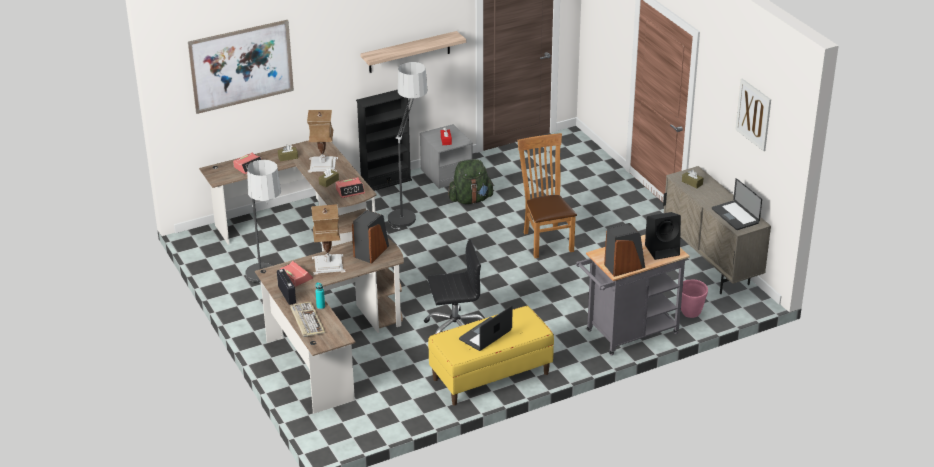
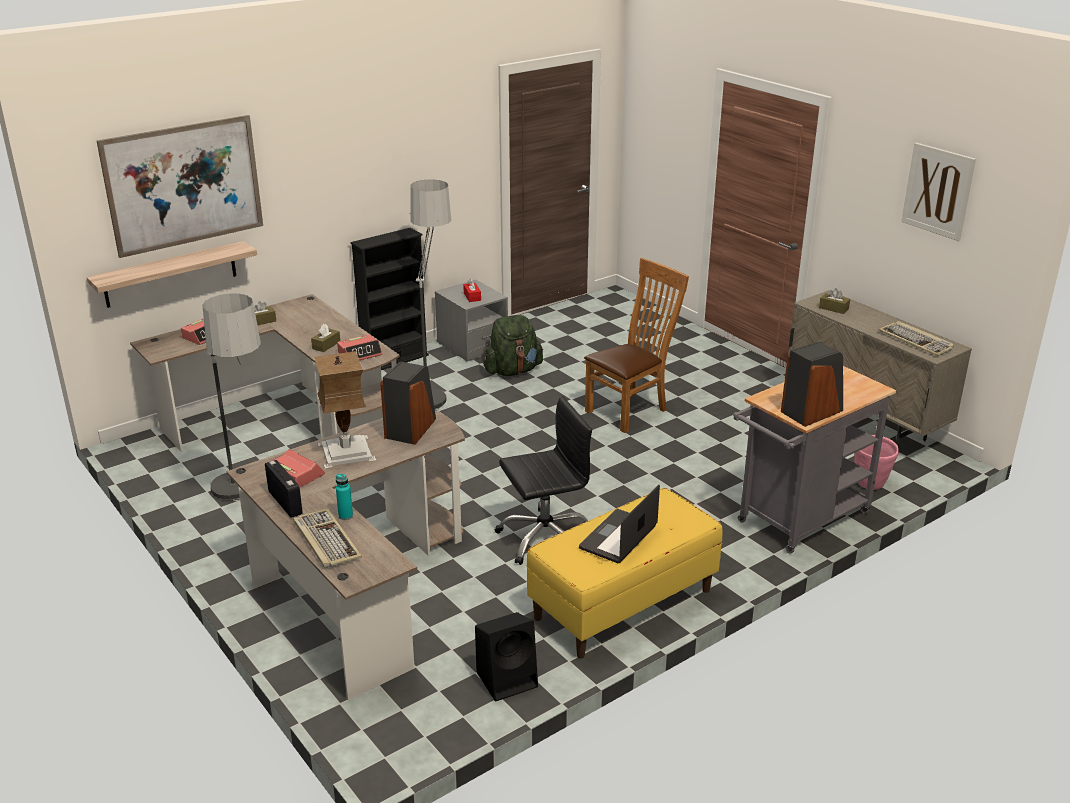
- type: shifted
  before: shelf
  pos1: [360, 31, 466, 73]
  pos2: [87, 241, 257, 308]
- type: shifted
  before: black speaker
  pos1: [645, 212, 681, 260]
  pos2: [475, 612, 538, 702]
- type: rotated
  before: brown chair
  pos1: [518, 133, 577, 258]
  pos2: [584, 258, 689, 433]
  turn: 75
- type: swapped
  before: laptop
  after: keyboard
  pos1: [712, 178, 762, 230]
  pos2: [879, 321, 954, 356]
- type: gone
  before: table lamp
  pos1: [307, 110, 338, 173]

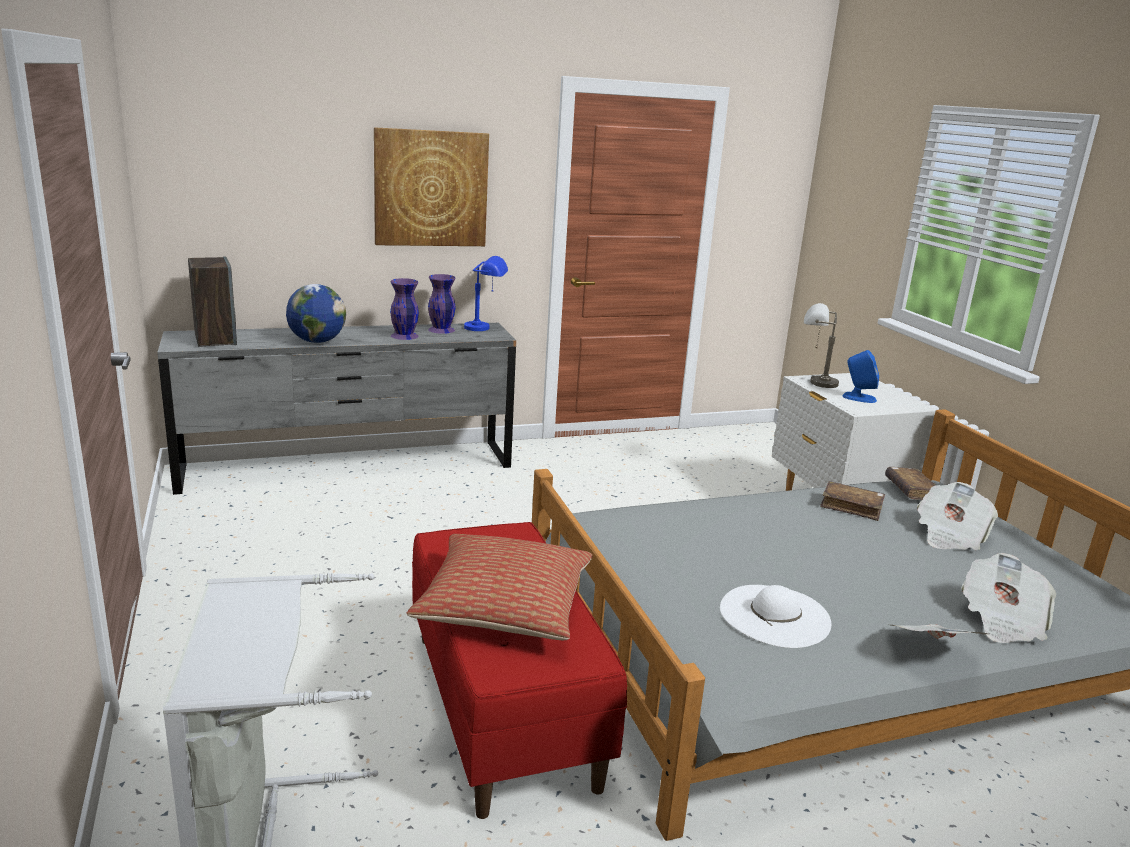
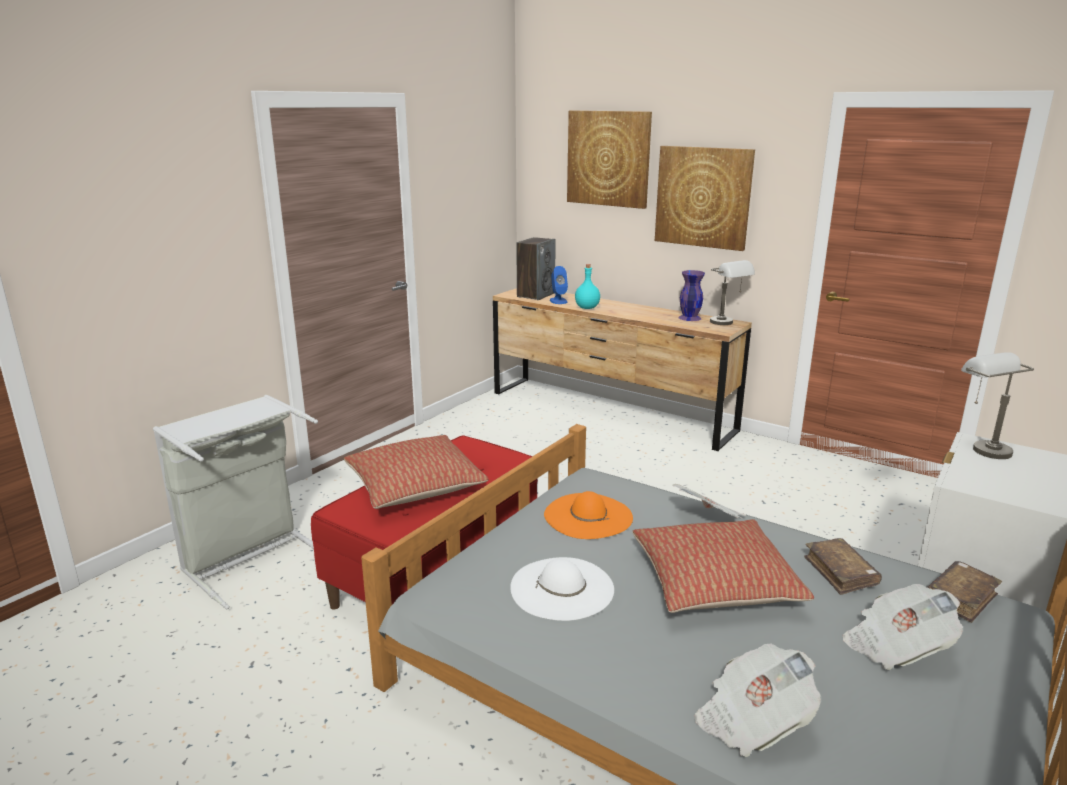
- type: repainted
  before: grey dresser
  after: brown dresser
  pos1: [157, 323, 516, 495]
  pos2: [493, 288, 752, 451]
- type: new
  after: orange hat
  pos2: [544, 491, 633, 539]
- type: shifted
  before: blue speaker
  pos1: [843, 350, 879, 403]
  pos2: [550, 266, 568, 304]
- type: new
  after: picture
  pos2: [567, 111, 652, 209]
- type: swapped
  before: globe
  after: turquoise bottle
  pos1: [286, 284, 346, 343]
  pos2: [575, 264, 600, 309]
- type: new
  after: pillow
  pos2: [633, 519, 814, 613]
- type: shifted
  before: newspaper
  pos1: [888, 624, 988, 639]
  pos2: [672, 484, 746, 519]
- type: repainted
  before: blue table lamp
  after: grey table lamp
  pos1: [464, 256, 508, 331]
  pos2: [710, 260, 755, 325]
- type: gone
  before: purple vase
  pos1: [390, 278, 419, 340]

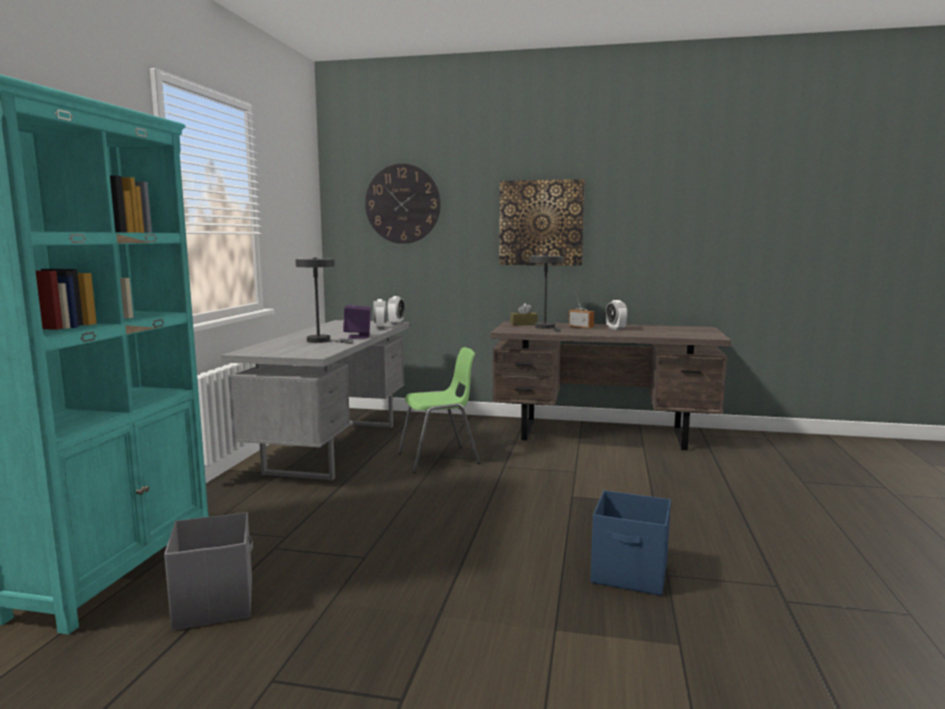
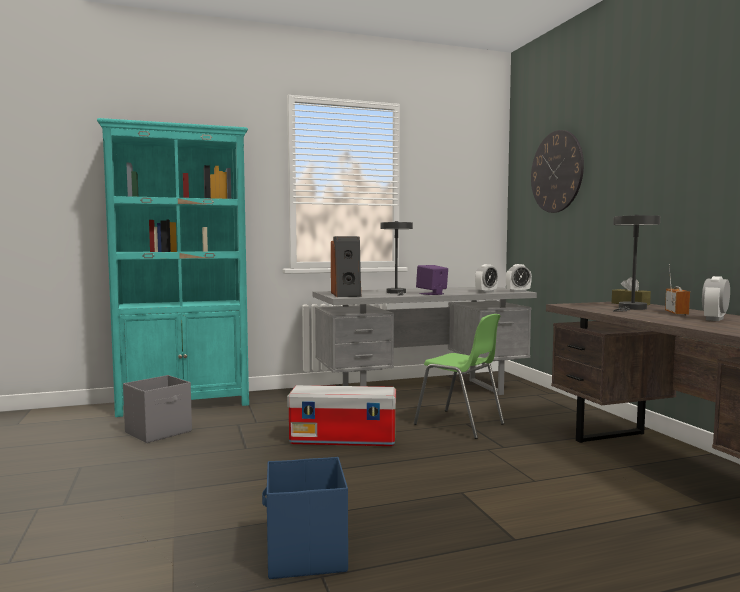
- type: new
  after: storage box
  pos2: [287, 385, 396, 446]
- type: new
  after: speaker
  pos2: [331, 236, 361, 297]
- type: gone
  before: picture
  pos1: [499, 179, 585, 266]

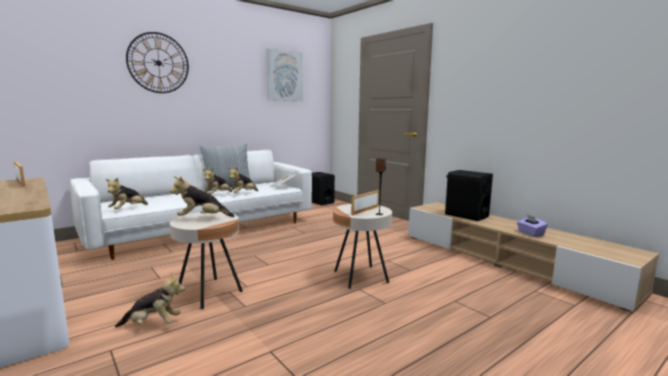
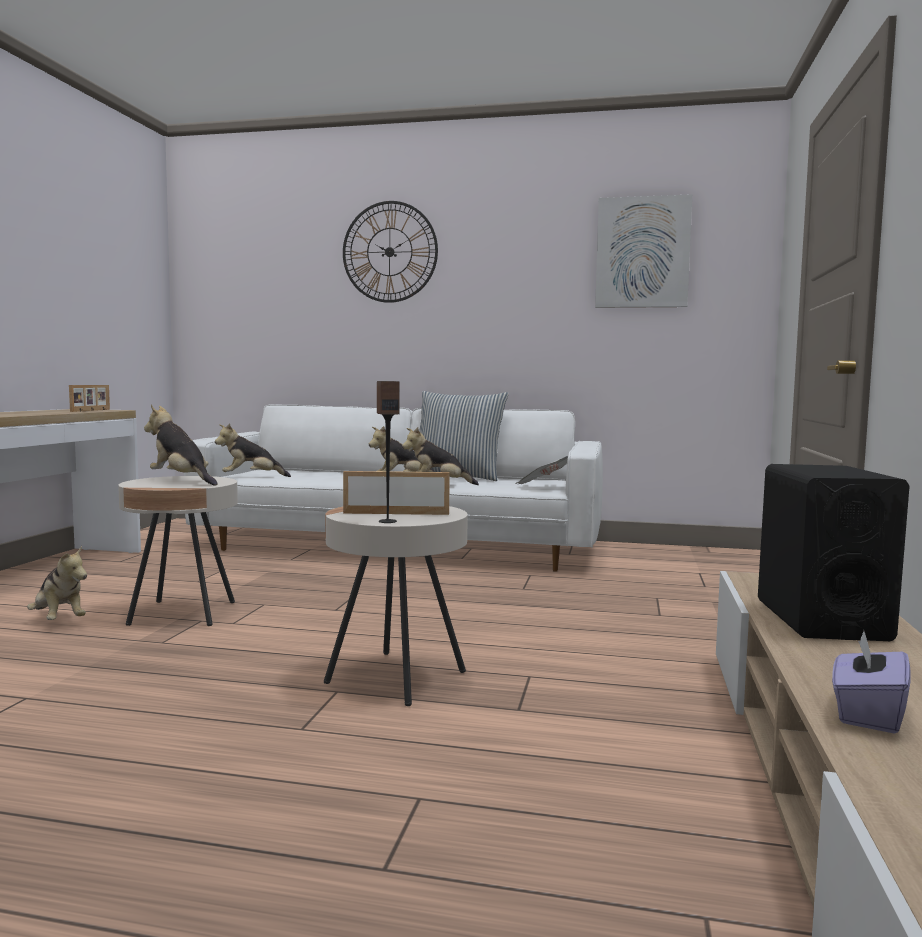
- type: gone
  before: black speaker
  pos1: [312, 172, 335, 205]

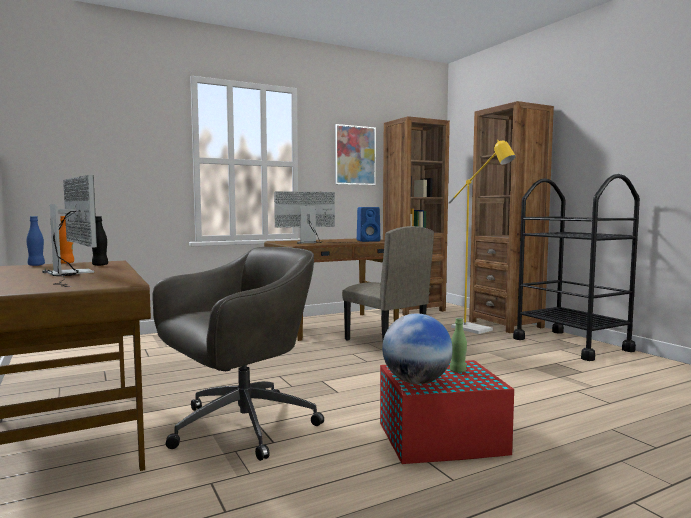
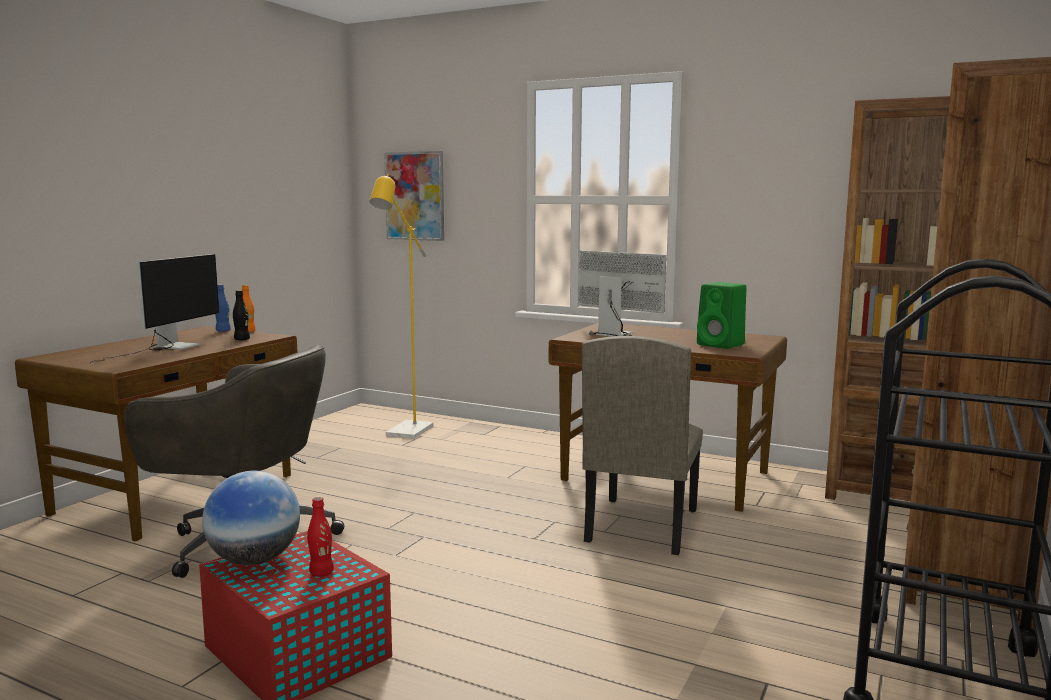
- type: repainted
  before: green bottle
  after: red bottle
  pos1: [450, 318, 467, 373]
  pos2: [307, 497, 334, 577]
- type: shifted
  before: yellow floor lamp
  pos1: [448, 140, 516, 334]
  pos2: [370, 174, 433, 439]
- type: shifted
  before: picture
  pos1: [335, 124, 376, 185]
  pos2: [384, 151, 444, 241]
- type: repainted
  before: blue speaker
  after: green speaker
  pos1: [357, 207, 380, 242]
  pos2: [697, 282, 746, 349]

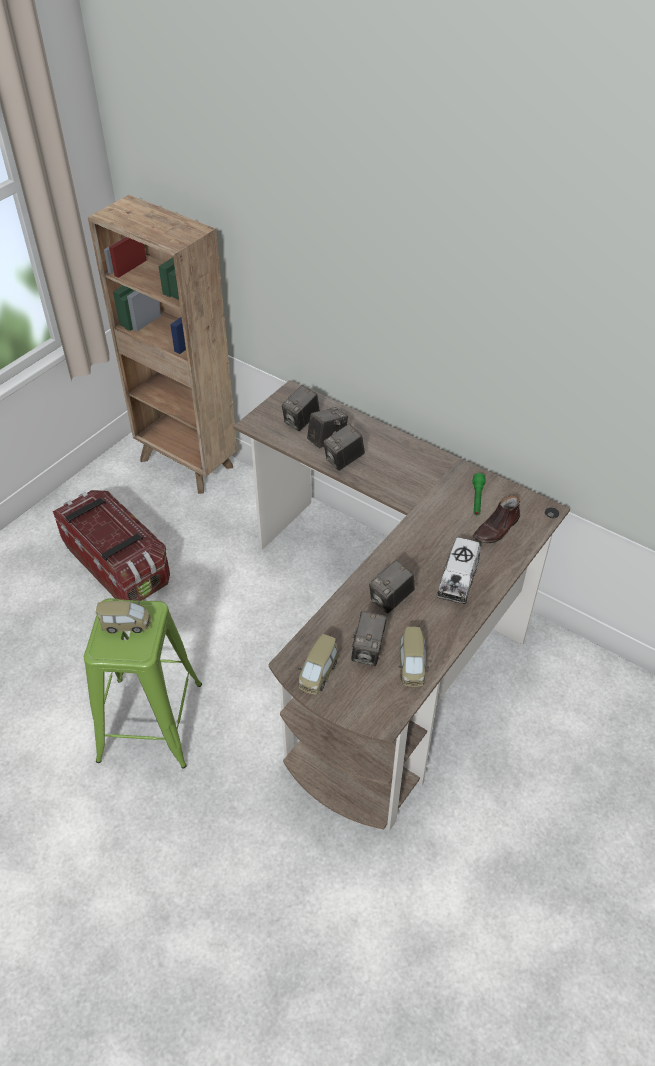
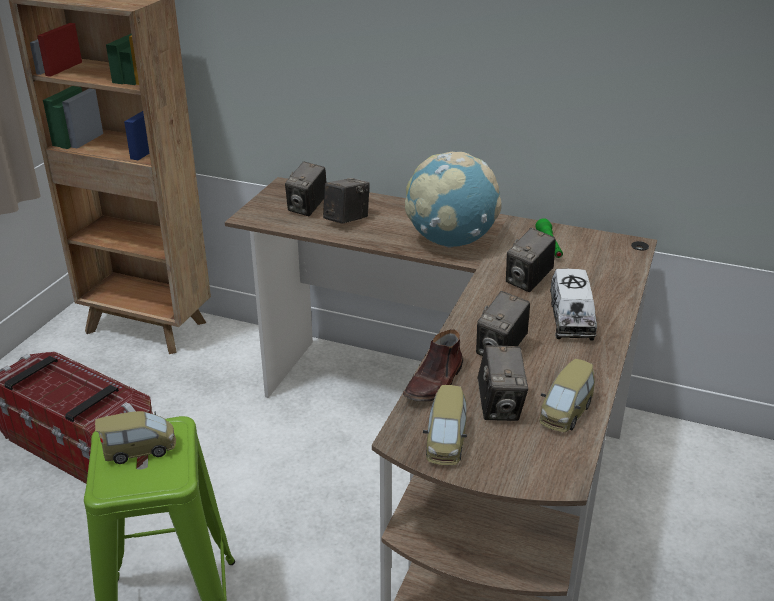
- type: shifted
  before: brown shoe
  pos1: [473, 496, 520, 543]
  pos2: [403, 329, 463, 401]
- type: new
  after: globe
  pos2: [405, 152, 502, 248]
- type: shifted
  before: photo camera
  pos1: [323, 424, 365, 471]
  pos2: [506, 228, 556, 292]
- type: rotated
  before: toy car
  pos1: [399, 627, 429, 687]
  pos2: [539, 359, 595, 432]
  turn: 45

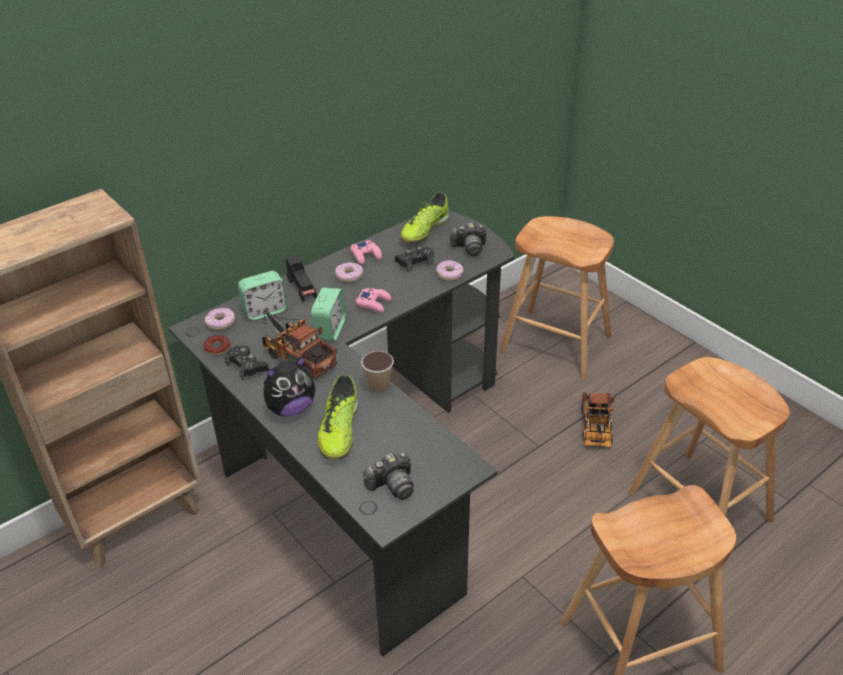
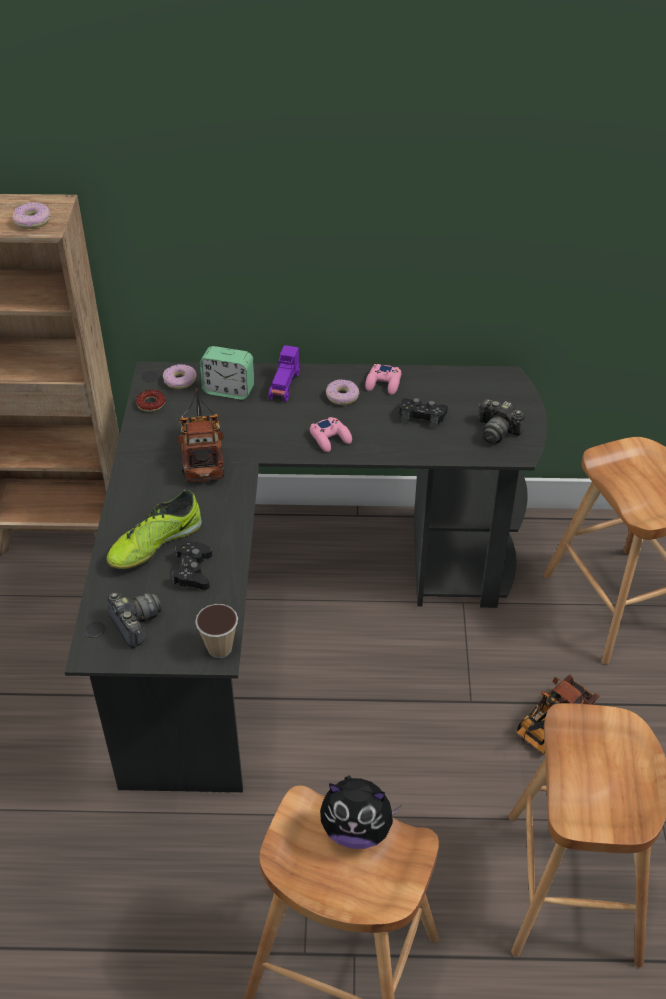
- type: shifted
  before: donut
  pos1: [436, 260, 464, 281]
  pos2: [12, 202, 51, 229]
- type: rotated
  before: photo camera
  pos1: [364, 452, 414, 500]
  pos2: [108, 592, 162, 648]
  turn: -135
- type: shifted
  before: black game controller
  pos1: [224, 346, 269, 380]
  pos2: [172, 541, 212, 590]
- type: shifted
  before: cup
  pos1: [361, 351, 394, 394]
  pos2: [195, 604, 238, 658]
- type: repainted
  before: black toy car
  after: purple toy car
  pos1: [286, 255, 317, 302]
  pos2: [269, 345, 300, 402]
- type: shifted
  before: plush toy
  pos1: [264, 356, 315, 417]
  pos2: [320, 775, 401, 849]
- type: gone
  before: alarm clock
  pos1: [311, 287, 346, 341]
- type: gone
  before: shoe
  pos1: [401, 192, 449, 243]

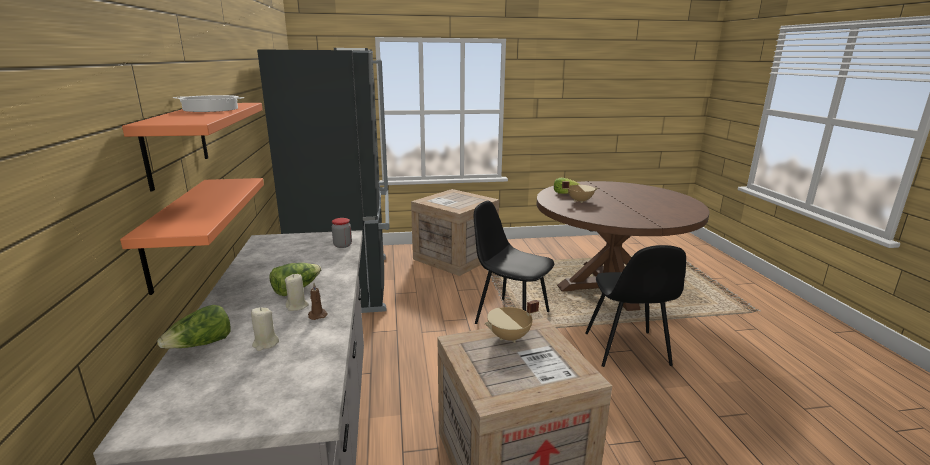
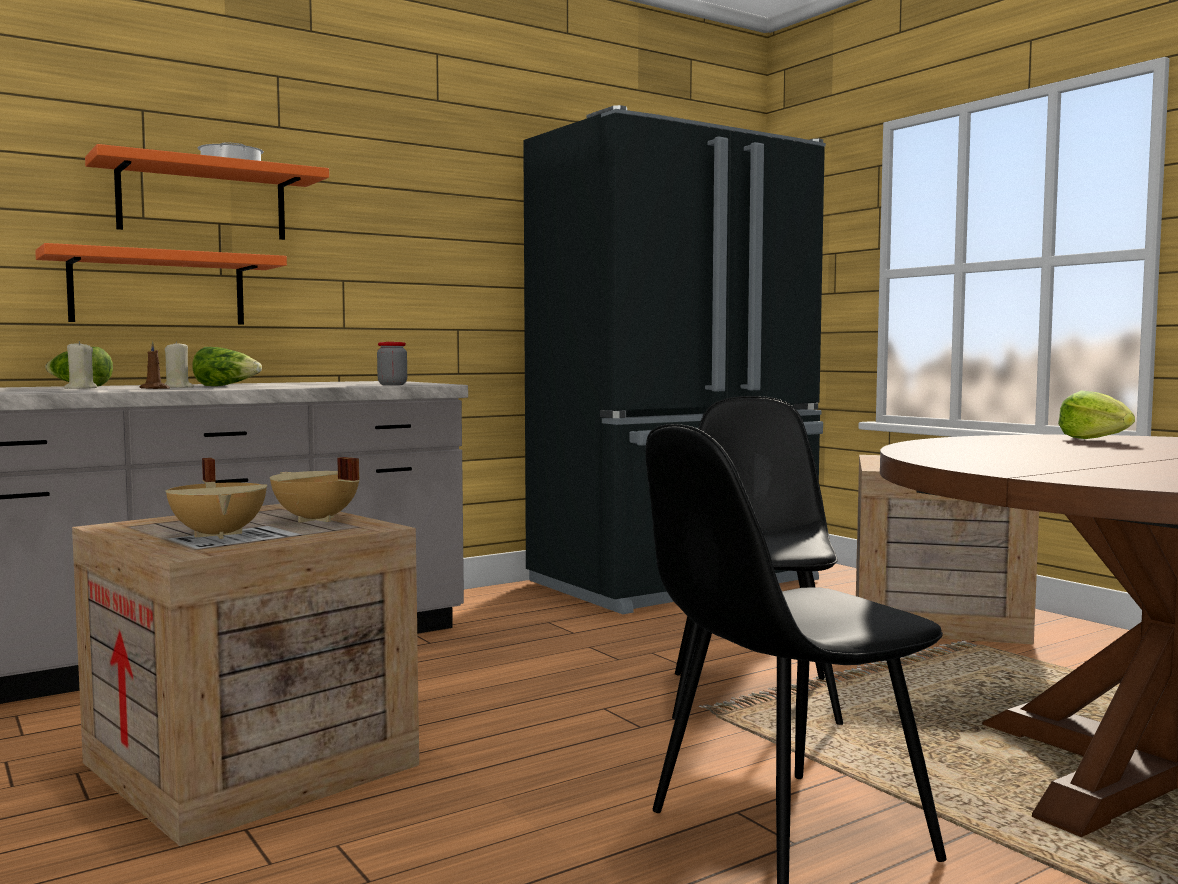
- type: shifted
  before: beige cooking pot
  pos1: [562, 181, 598, 203]
  pos2: [165, 458, 267, 539]

